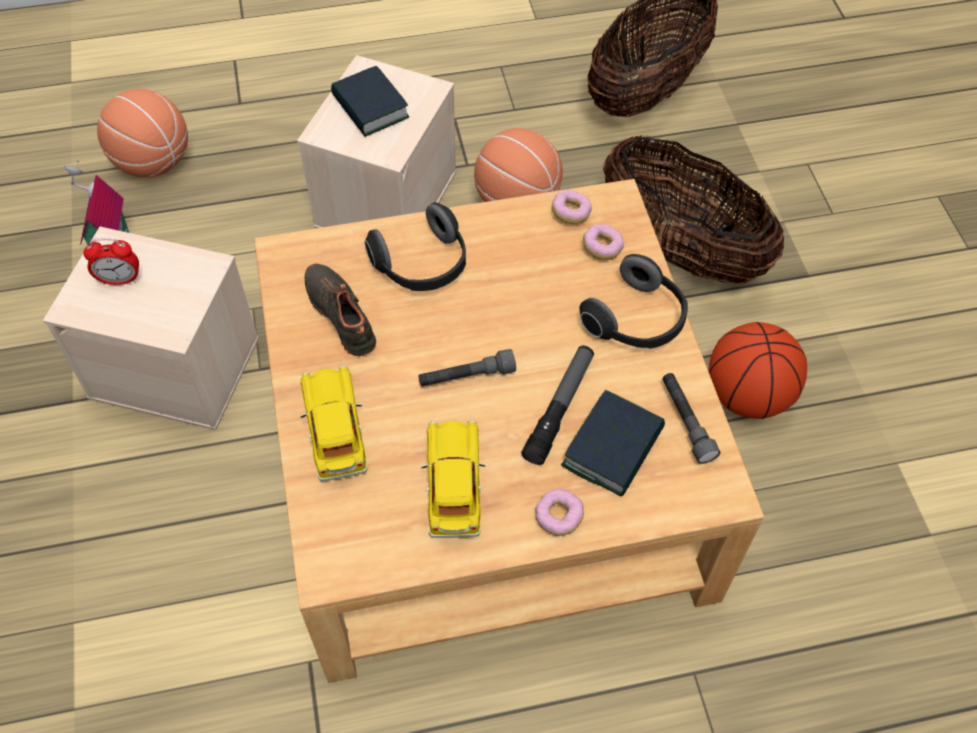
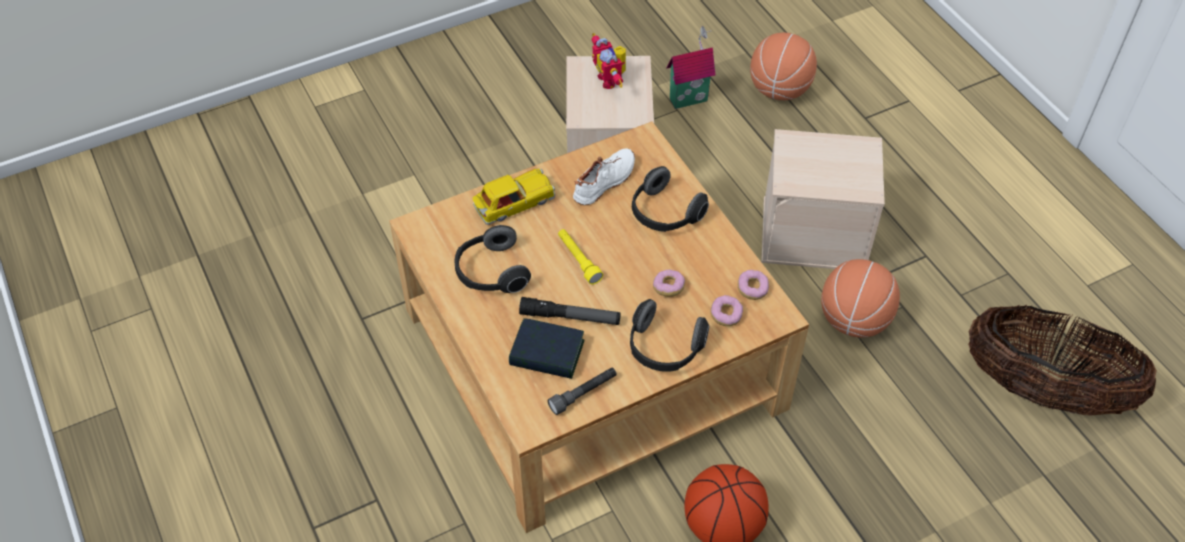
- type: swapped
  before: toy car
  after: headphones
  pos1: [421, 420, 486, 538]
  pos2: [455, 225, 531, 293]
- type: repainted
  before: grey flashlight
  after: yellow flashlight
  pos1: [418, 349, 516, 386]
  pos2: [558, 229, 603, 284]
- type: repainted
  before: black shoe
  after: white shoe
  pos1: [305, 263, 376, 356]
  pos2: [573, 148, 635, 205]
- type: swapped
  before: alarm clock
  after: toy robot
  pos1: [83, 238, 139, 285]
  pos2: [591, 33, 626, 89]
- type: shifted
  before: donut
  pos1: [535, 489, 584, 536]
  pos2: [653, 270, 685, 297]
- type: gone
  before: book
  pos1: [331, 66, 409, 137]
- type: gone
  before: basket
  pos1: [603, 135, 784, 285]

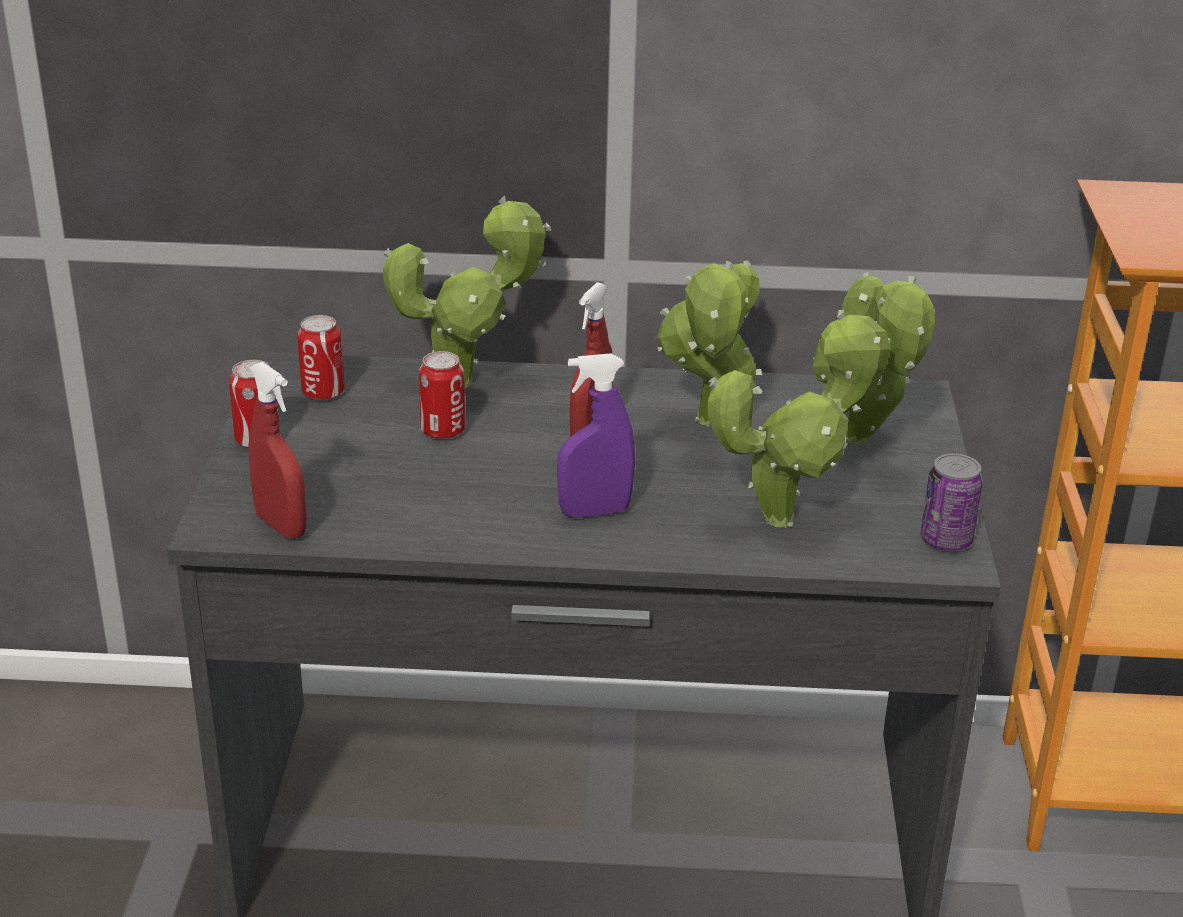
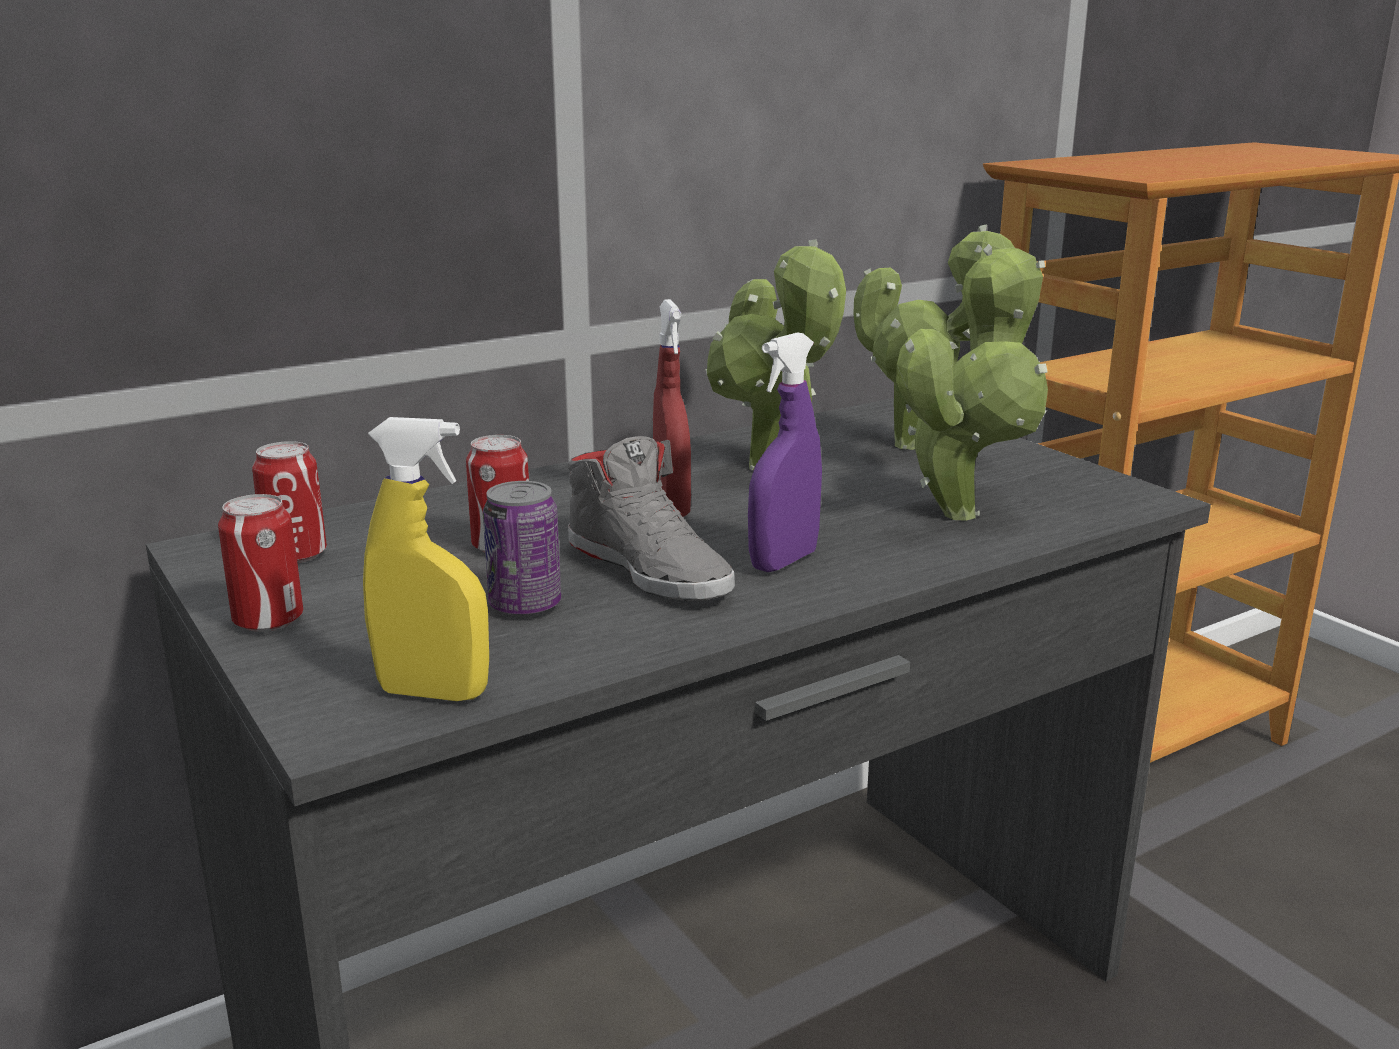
- type: repainted
  before: red spray bottle
  after: yellow spray bottle
  pos1: [249, 362, 307, 539]
  pos2: [363, 417, 489, 701]
- type: shifted
  before: can
  pos1: [921, 453, 983, 551]
  pos2: [483, 481, 561, 616]
- type: new
  after: grey shoe
  pos2: [568, 436, 735, 601]
- type: gone
  before: potted plant
  pos1: [383, 196, 551, 390]

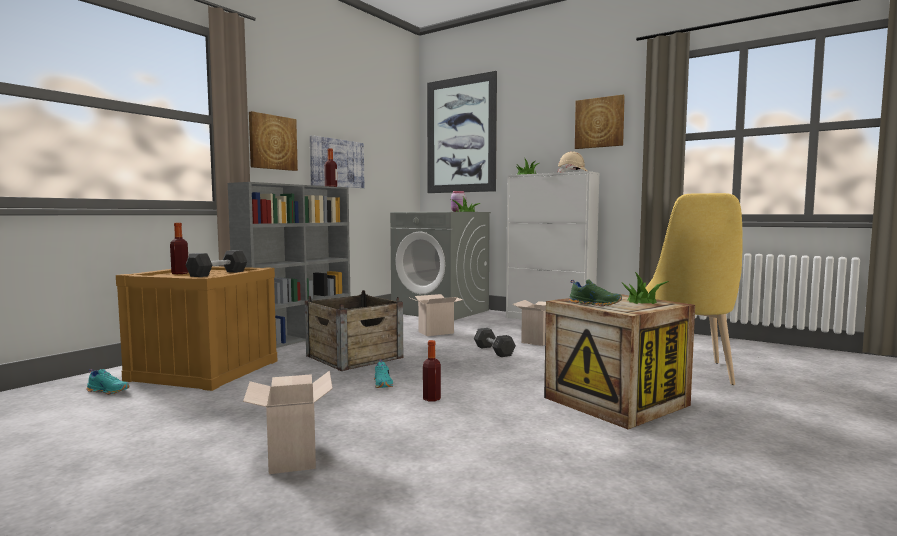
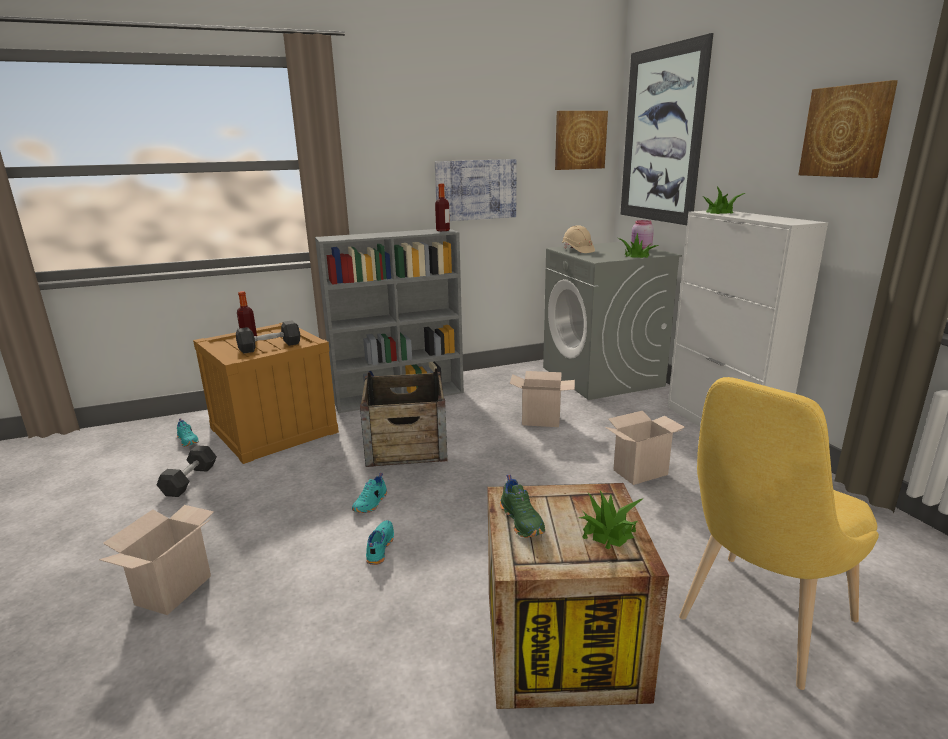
- type: shifted
  before: grey dumbbell
  pos1: [474, 328, 516, 357]
  pos2: [156, 445, 217, 497]
- type: swapped
  before: bottle
  after: turquoise shoe
  pos1: [423, 340, 441, 401]
  pos2: [366, 520, 394, 565]
- type: shifted
  before: picture
  pos1: [249, 111, 298, 171]
  pos2: [555, 111, 608, 170]
- type: shifted
  before: beige hard hat
  pos1: [557, 151, 587, 173]
  pos2: [562, 225, 595, 253]

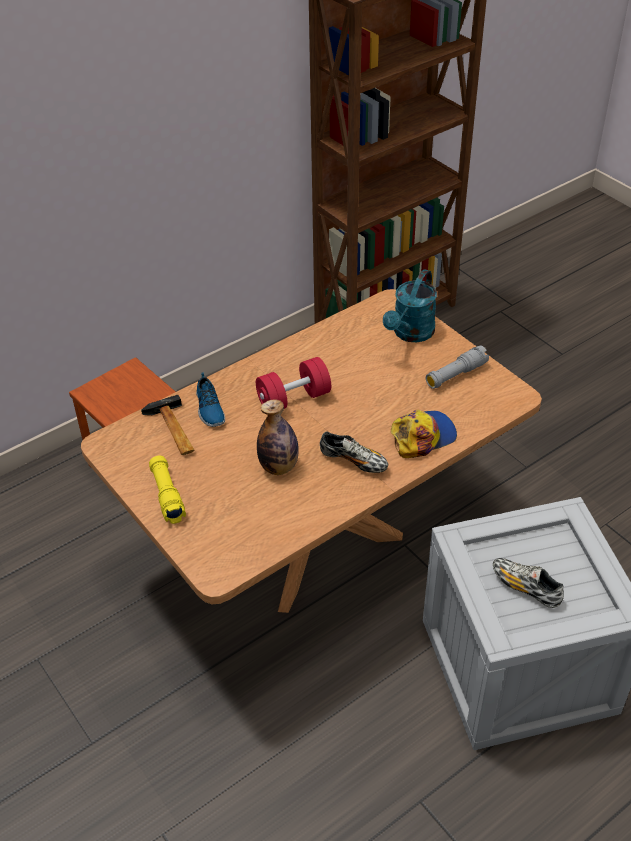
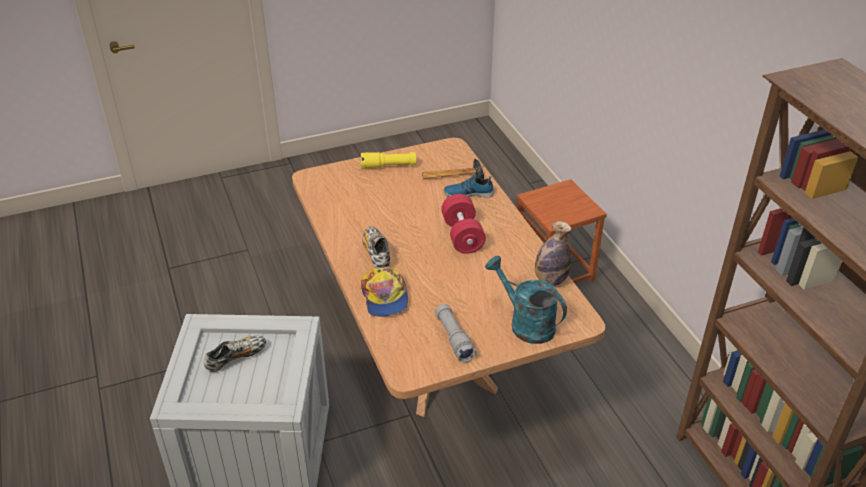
- type: rotated
  before: shoe
  pos1: [320, 432, 388, 473]
  pos2: [362, 227, 390, 268]
  turn: 120
- type: shifted
  before: bottle
  pos1: [257, 399, 299, 475]
  pos2: [535, 221, 571, 286]

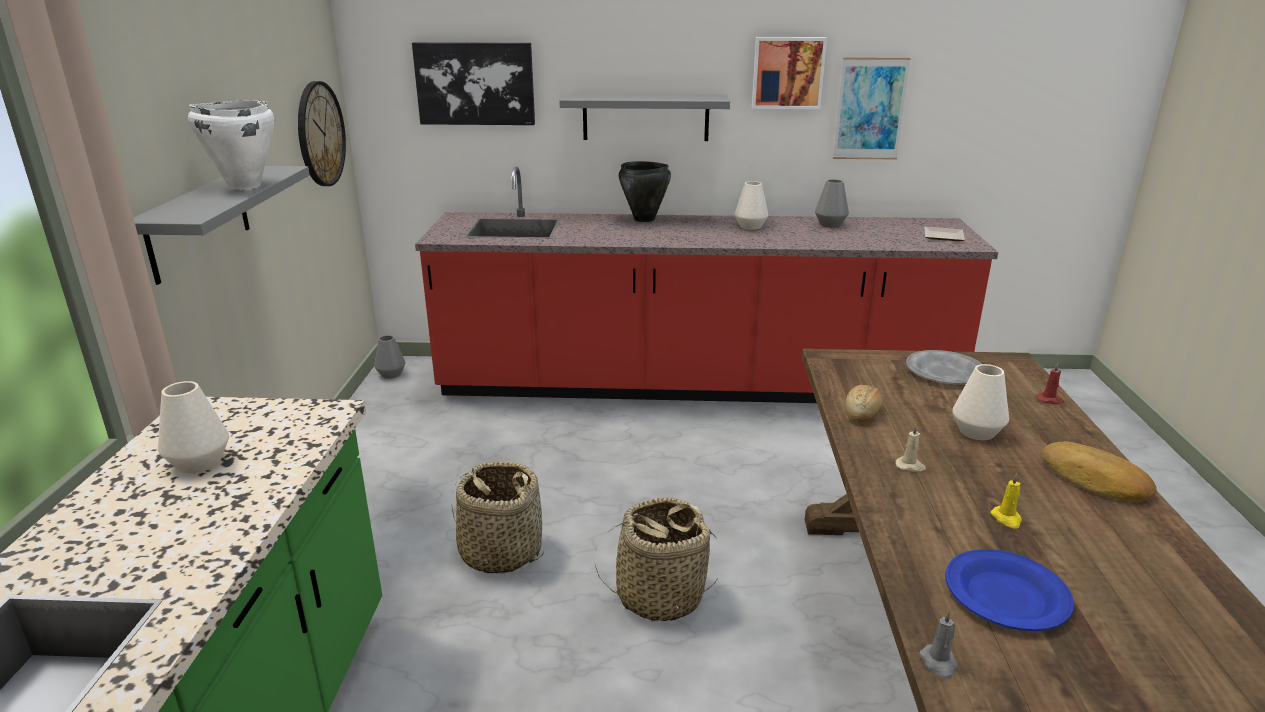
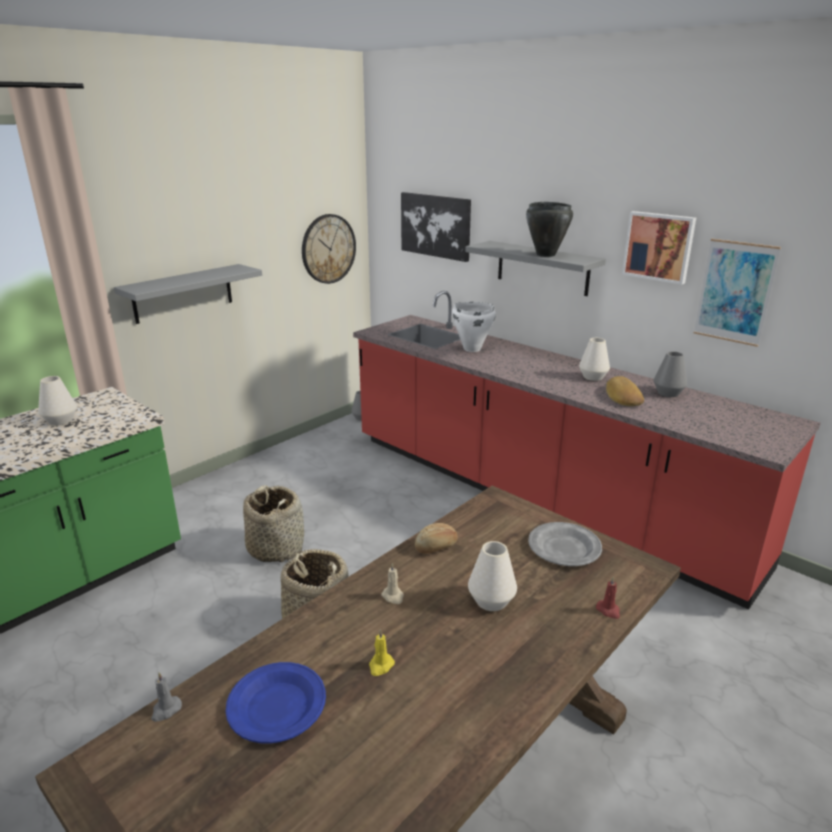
- type: shifted
  before: white cooking pot
  pos1: [188, 100, 274, 189]
  pos2: [452, 302, 496, 352]
- type: shifted
  before: black cooking pot
  pos1: [619, 161, 671, 222]
  pos2: [526, 202, 573, 257]
- type: shifted
  before: bread
  pos1: [1041, 441, 1157, 502]
  pos2: [606, 376, 644, 406]
- type: gone
  before: plate
  pos1: [924, 227, 965, 241]

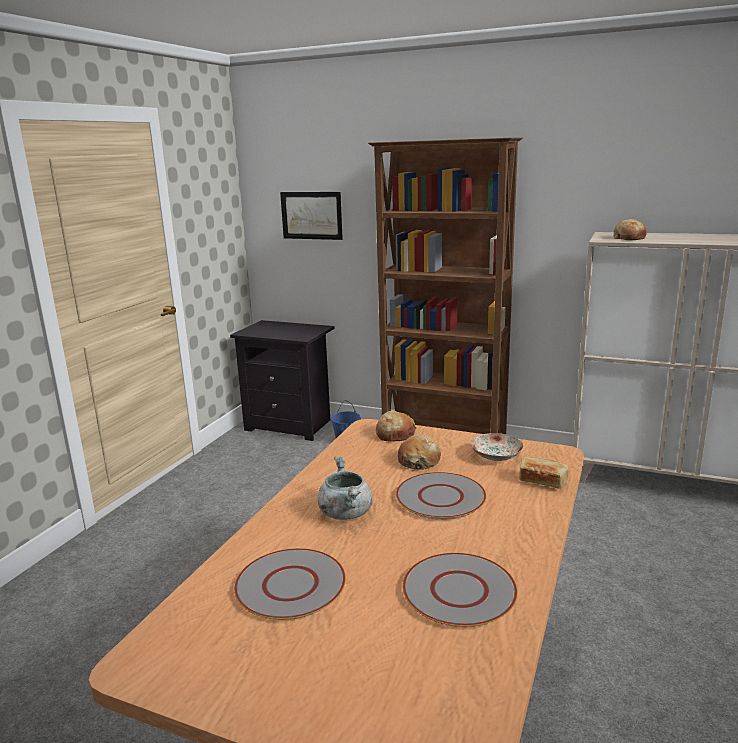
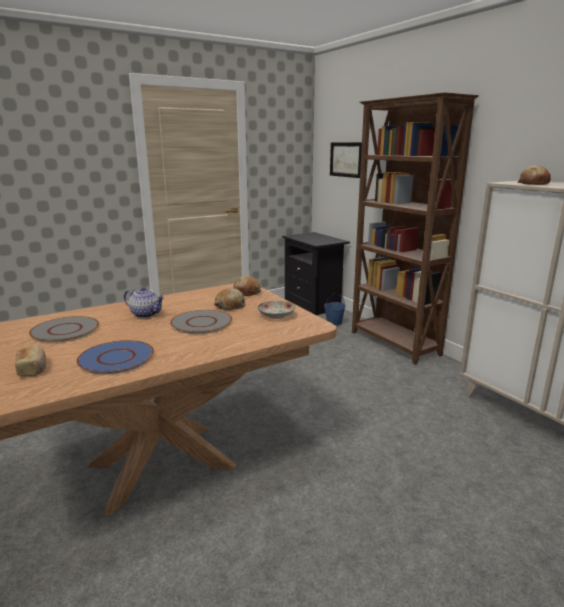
- type: shifted
  before: bread
  pos1: [519, 457, 569, 488]
  pos2: [15, 345, 46, 376]
- type: repainted
  before: grey plate
  after: blue plate
  pos1: [402, 553, 518, 627]
  pos2: [76, 340, 154, 374]
- type: swapped
  before: grey cooking pot
  after: teapot
  pos1: [318, 457, 373, 520]
  pos2: [124, 287, 165, 318]

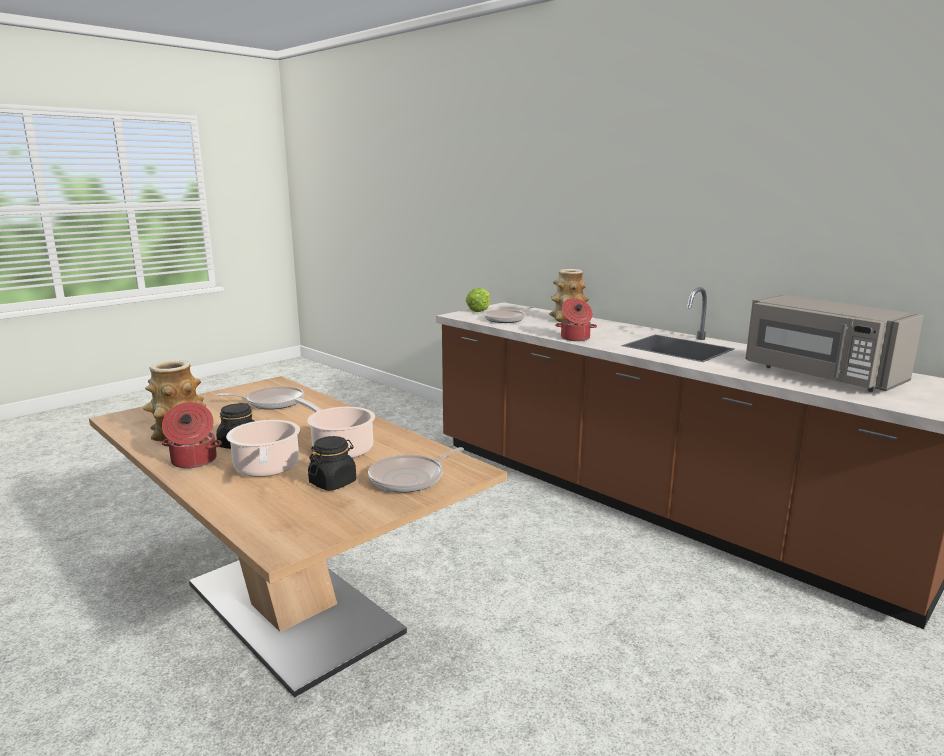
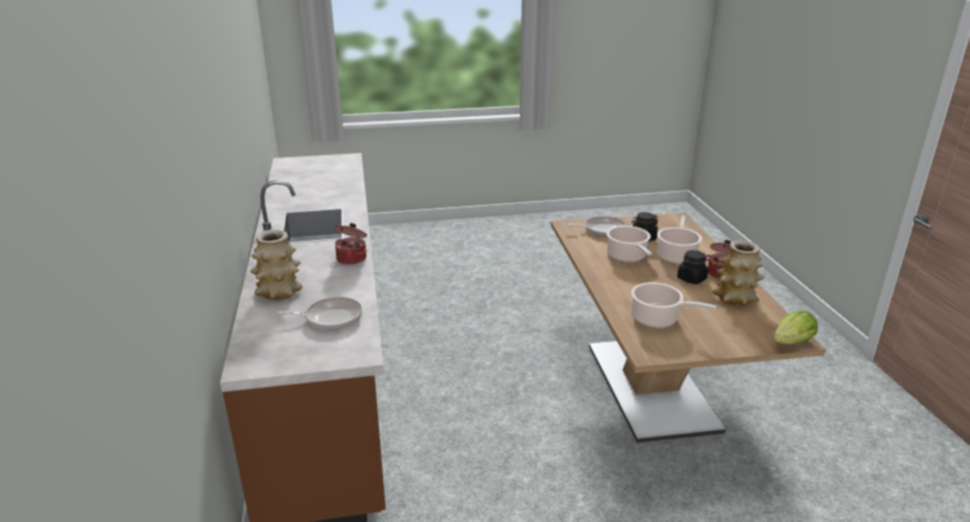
- type: swapped
  before: frying pan
  after: cooking pot
  pos1: [217, 386, 304, 410]
  pos2: [631, 282, 717, 328]
- type: shifted
  before: lettuce
  pos1: [466, 288, 490, 312]
  pos2: [774, 311, 818, 344]
- type: gone
  before: grey microwave
  pos1: [745, 294, 924, 392]

